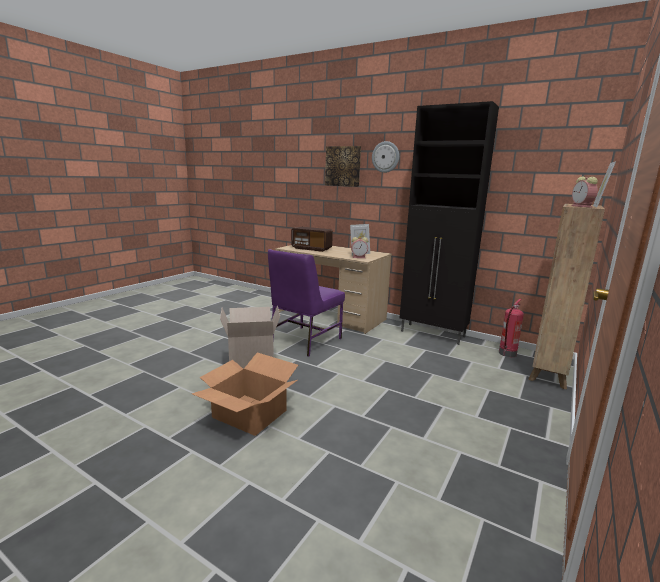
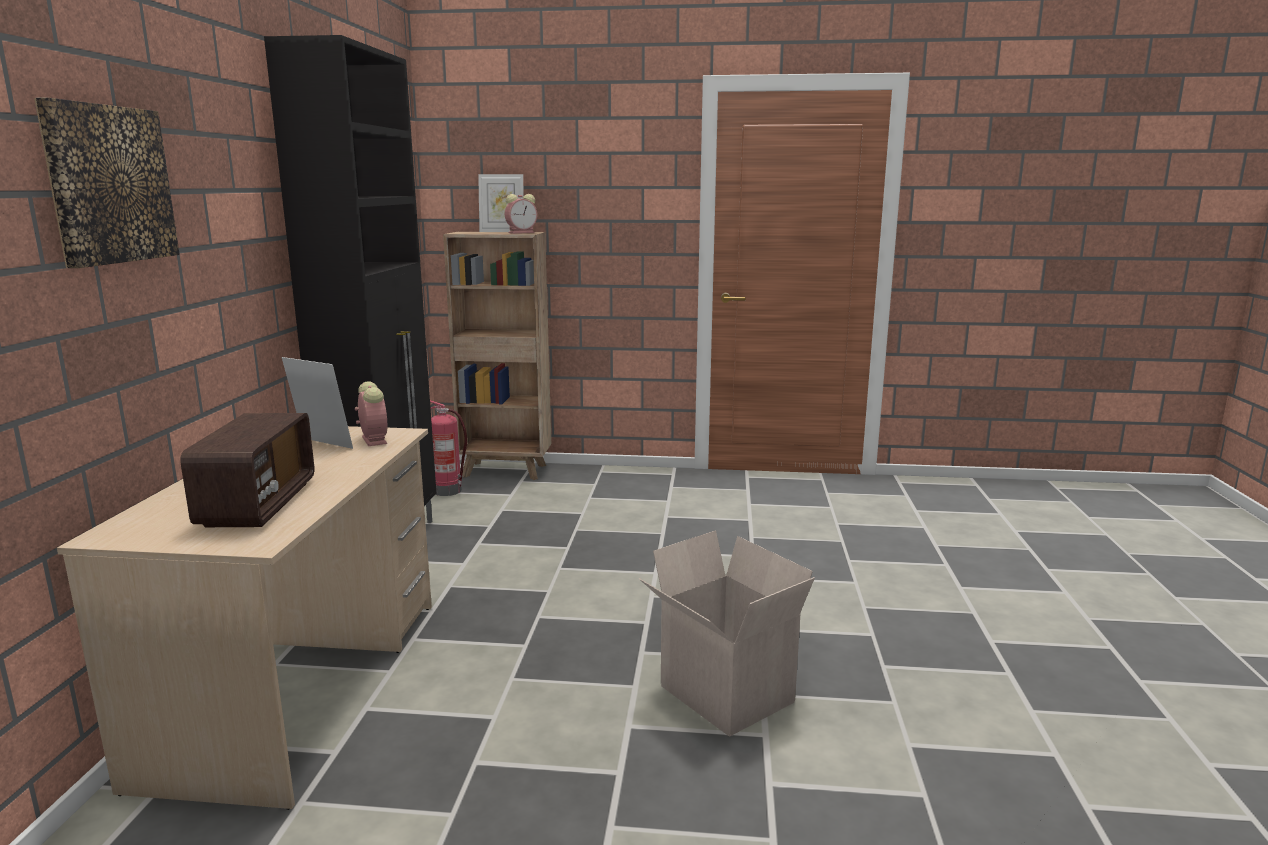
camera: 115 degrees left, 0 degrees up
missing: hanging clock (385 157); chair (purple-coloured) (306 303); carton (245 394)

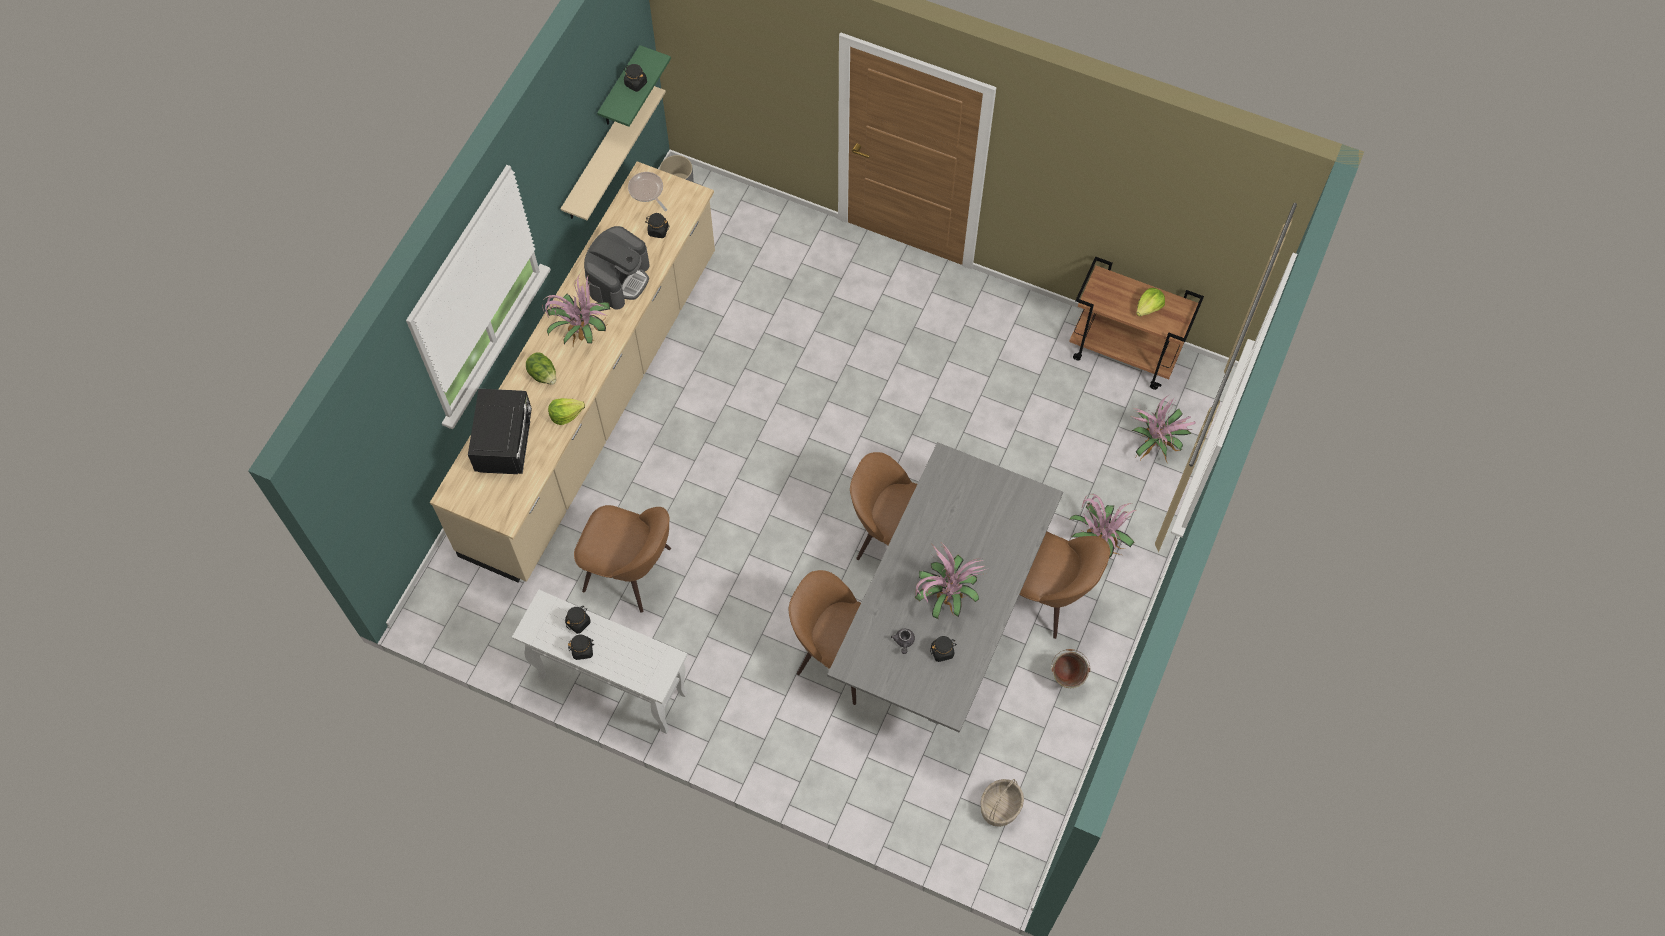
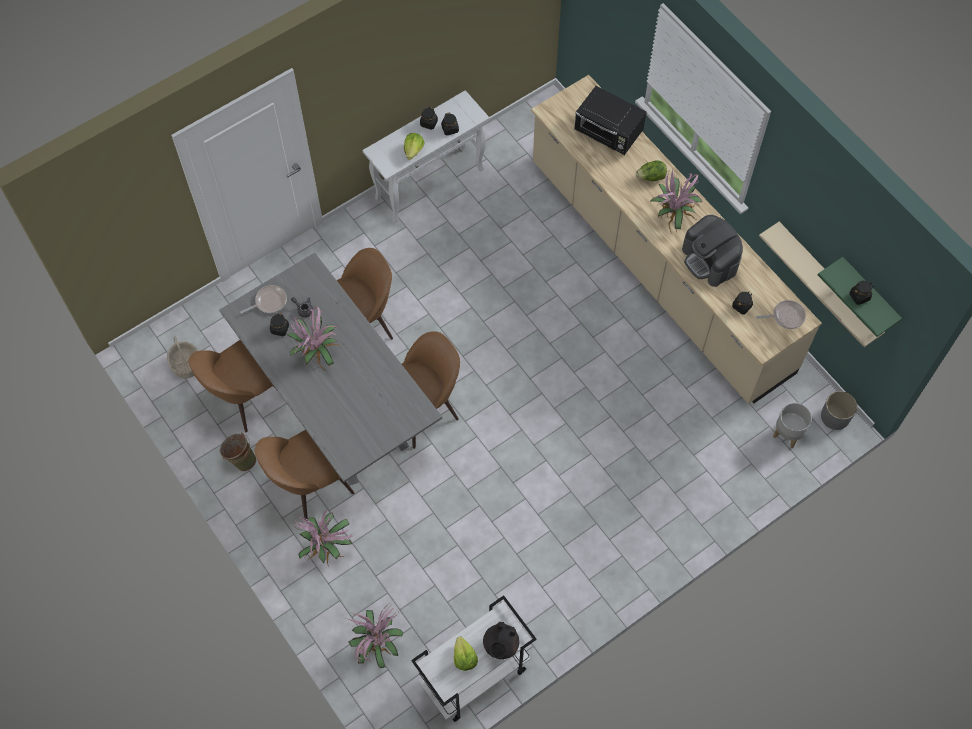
camera: 120 degrees right, 0 degrees up
appeared: frying pan (263 299); plant pot (grey) (792 425); tea pot (blackish) (501 640)
relocated: lettuce head (566 411) to (414 146); chair (brownish) (622 559) to (232 386)
colour: wheeled cart (brownish) (1136 323) to wheeled cart (whitish) (474 658)

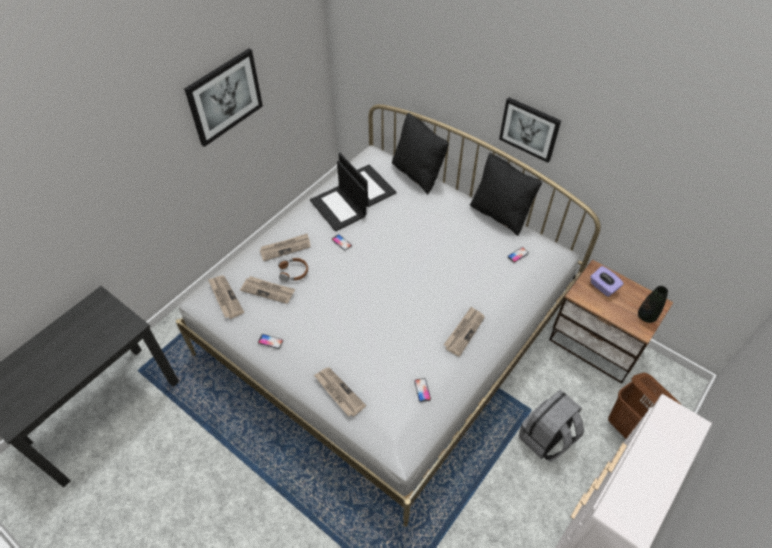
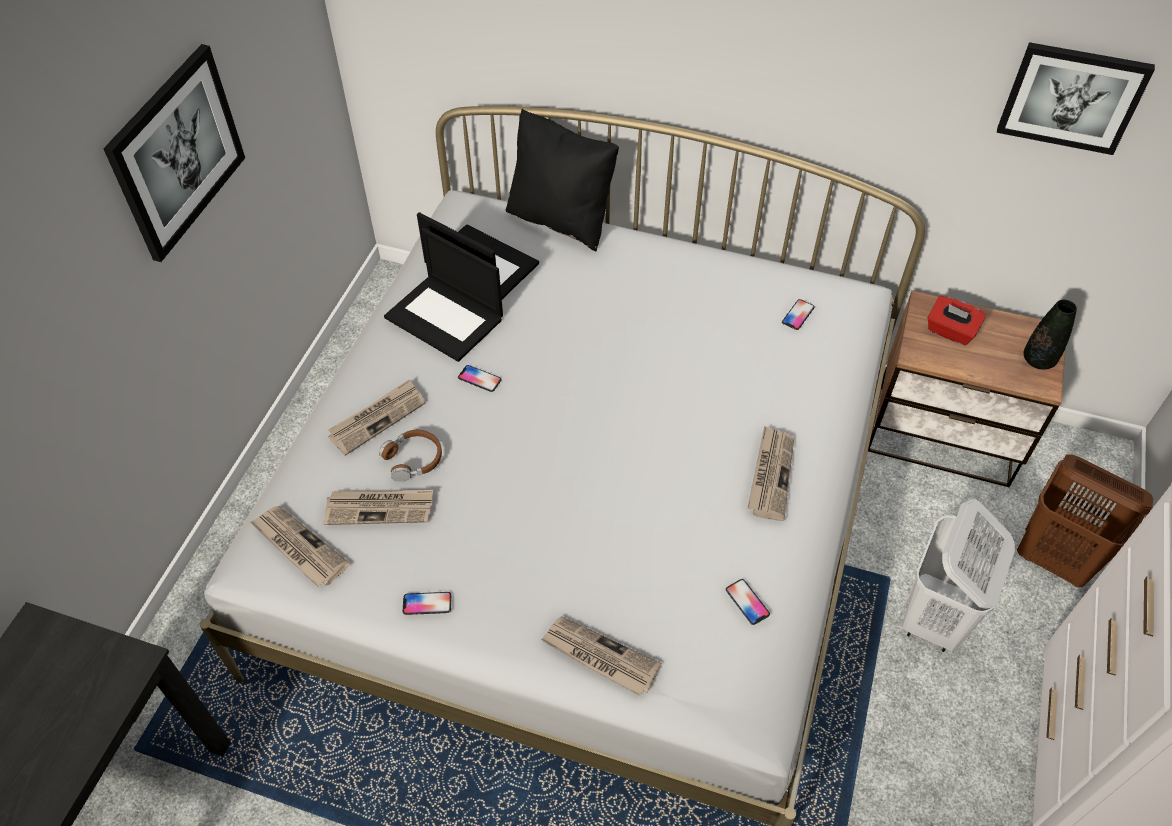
camera: 20 degrees left, 0 degrees up
missing: throw pillow (blackish) (506 194)
relocated: wall art (530 130) to (1076 98)
exchanged: backpack (grey) (551 425) to washing basket (whitish) (958 575)
colour: box of tissues (purple-coloured) (607 281) to box of tissues (reddish) (956 320)

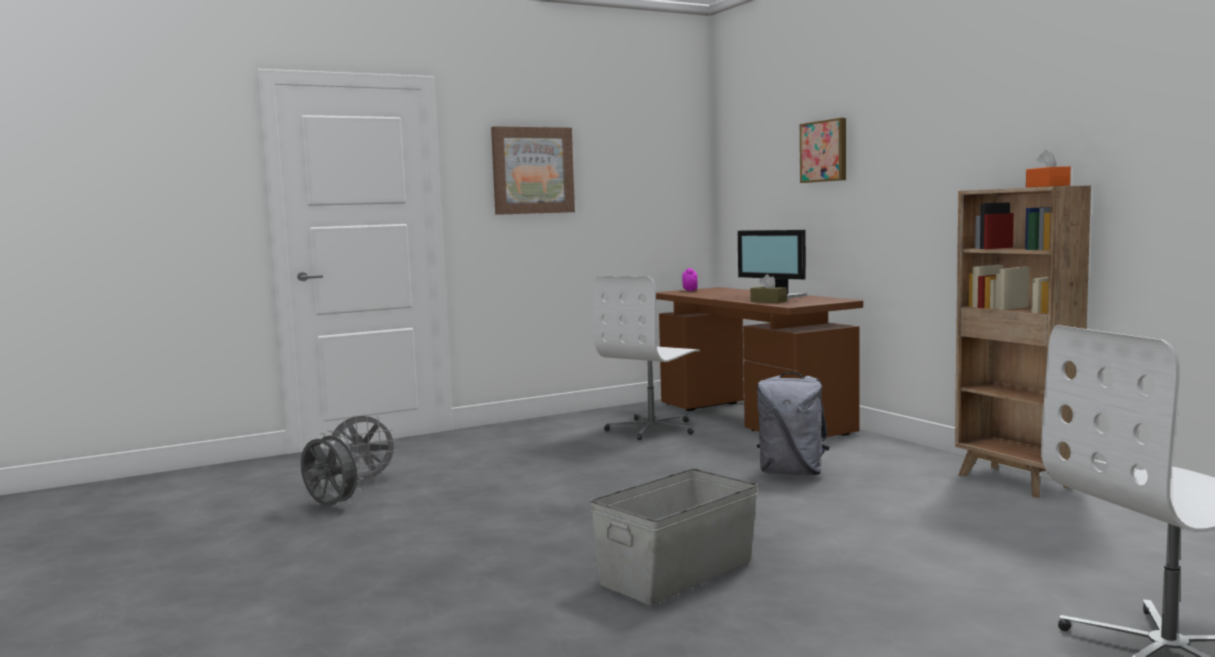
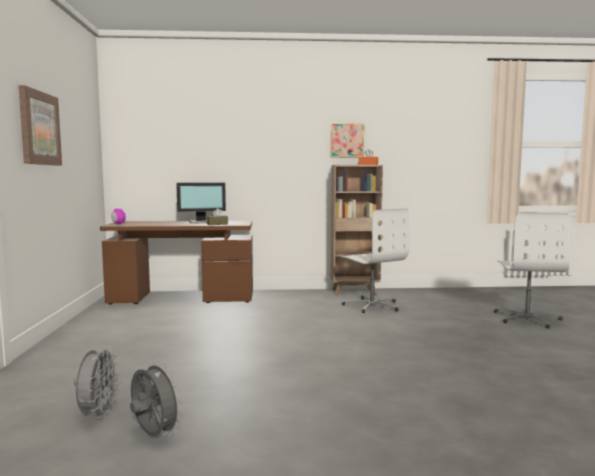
camera: 65 degrees left, 0 degrees up
missing: backpack (grey) (793 423); storage container (grey) (674 536)
relocated: wall art (823 150) to (347 140); office chair (whitish) (647 358) to (375 260)
spun: fan (grey) (332 468) = (156 398) 75 degrees clockwise

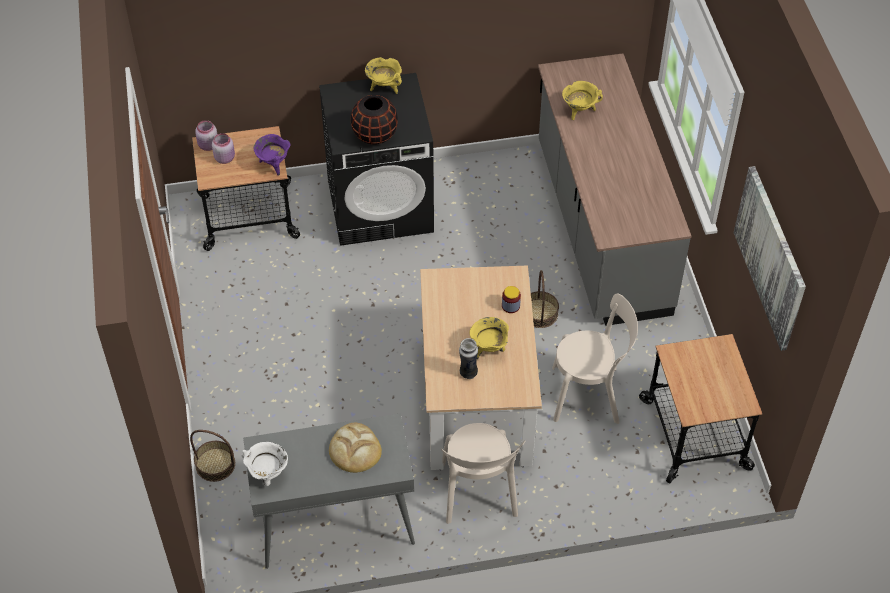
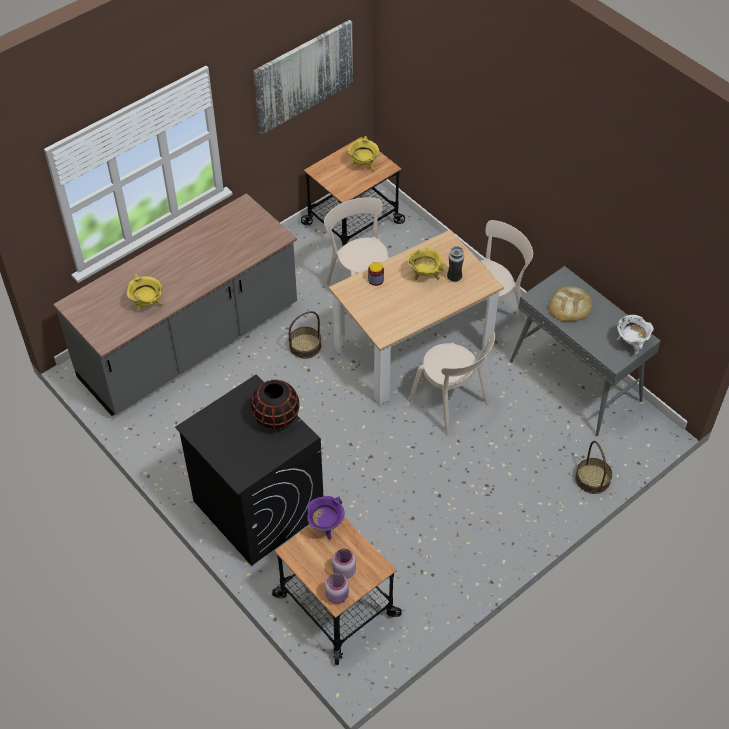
camera: 120 degrees left, 0 degrees up
appeared: chair (sand-coloured) (451 383)
relocated: cooking pot (yellow-coloured) (383 75) to (363 153)

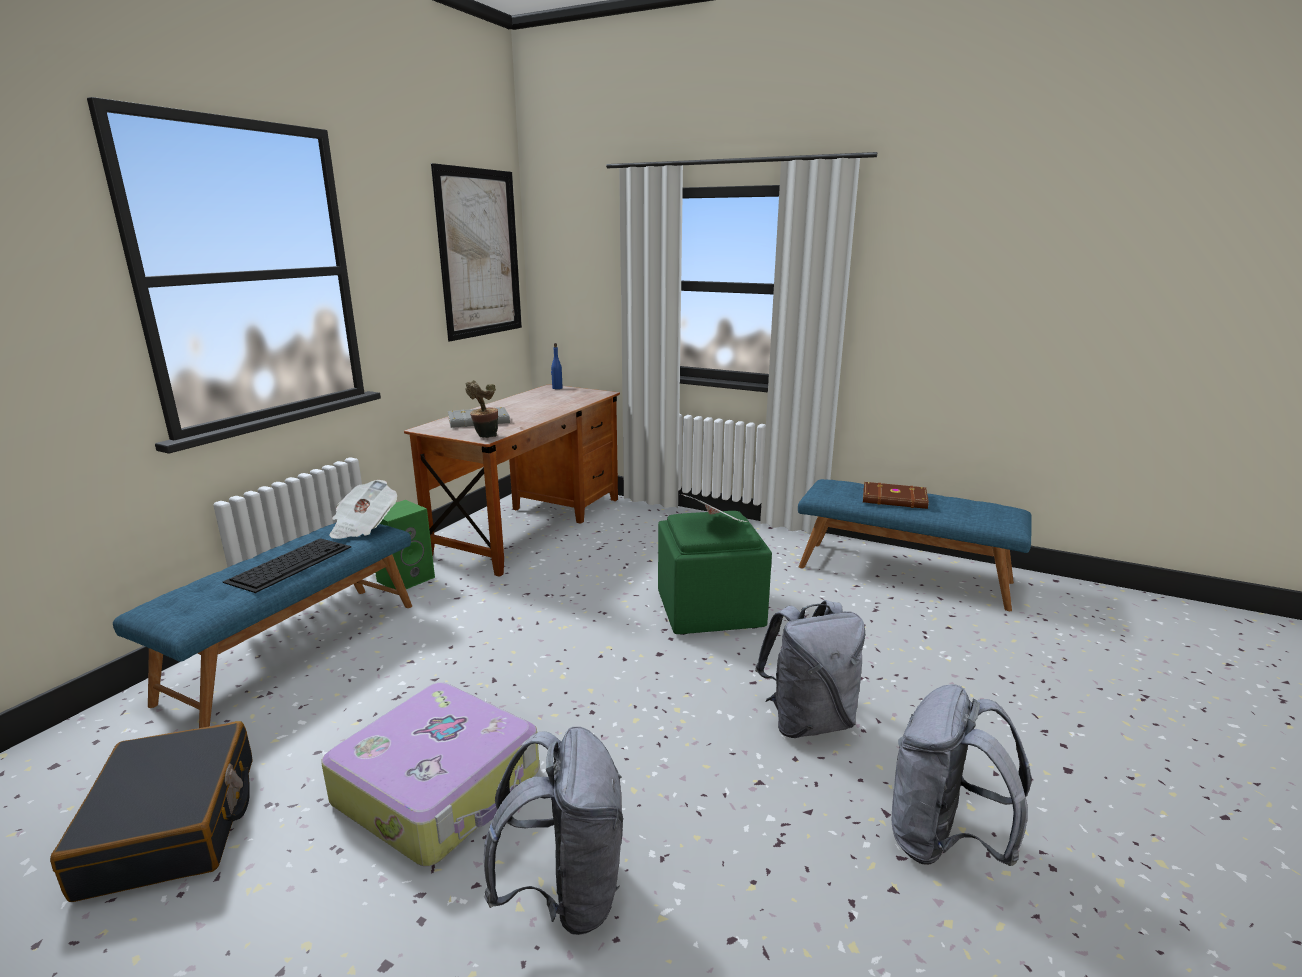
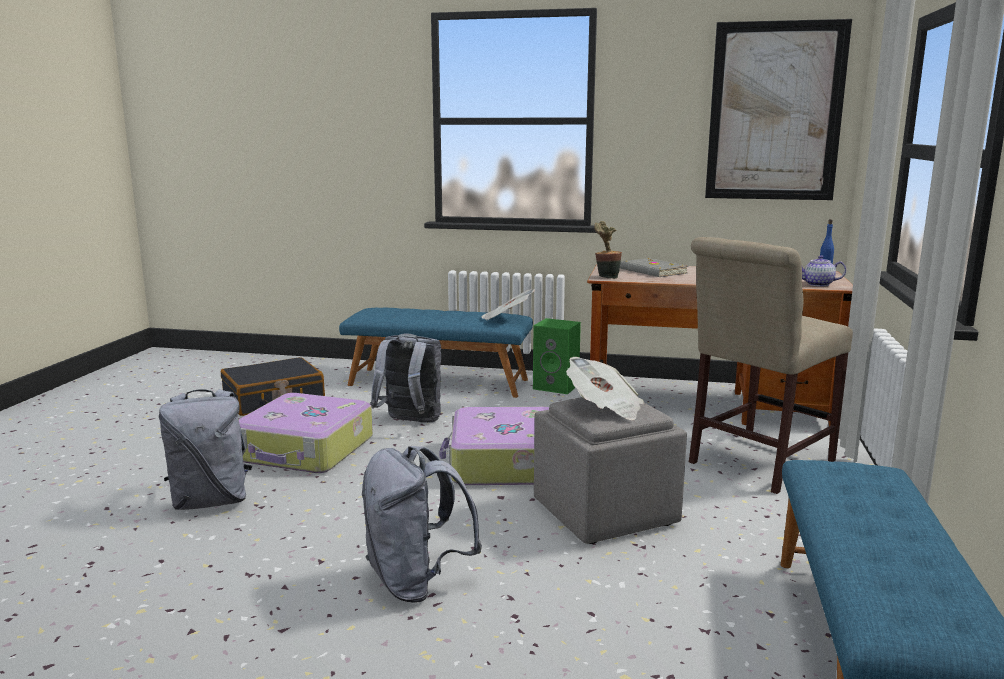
camera: 75 degrees right, 5 degrees down
missing: book (brownish) (896 495); keyboard (287 565)
appeared: chair (sand-coloured) (771 365); tea pot (824 270); suitcase (494 446)
relocated: backpack (grey) (962 775) to (405 378)
colour: footrest (greenish) (715 573) to footrest (grey) (610 470)

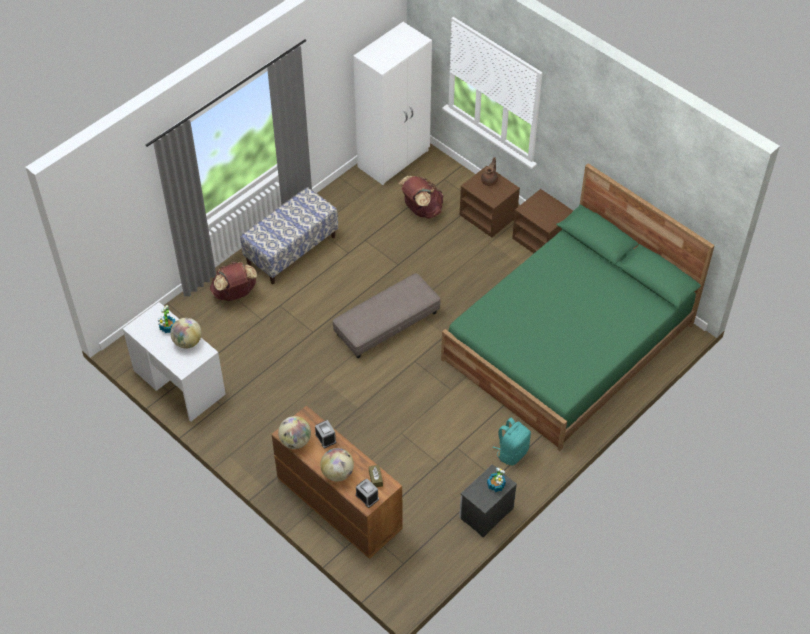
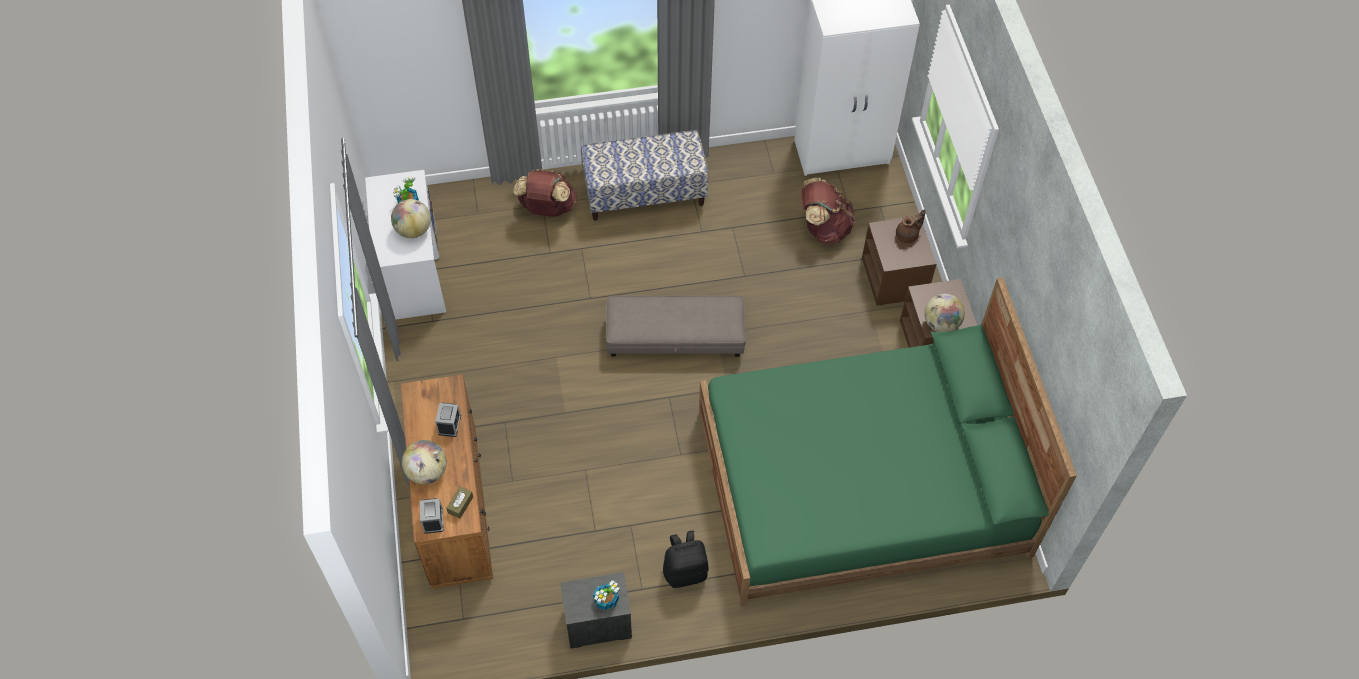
camera: 35 degrees right, 5 degrees up
relocated: world globe (294 432) to (944 313)
colour: backpack (turquoise-coloured) (512 441) to backpack (blackish) (686 559)

